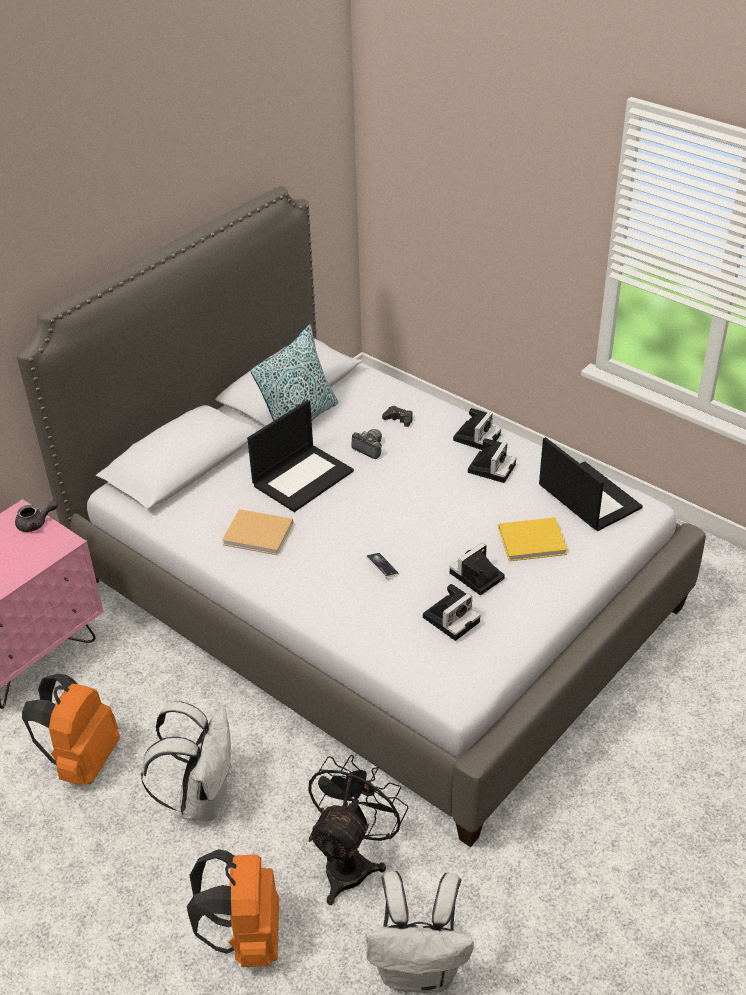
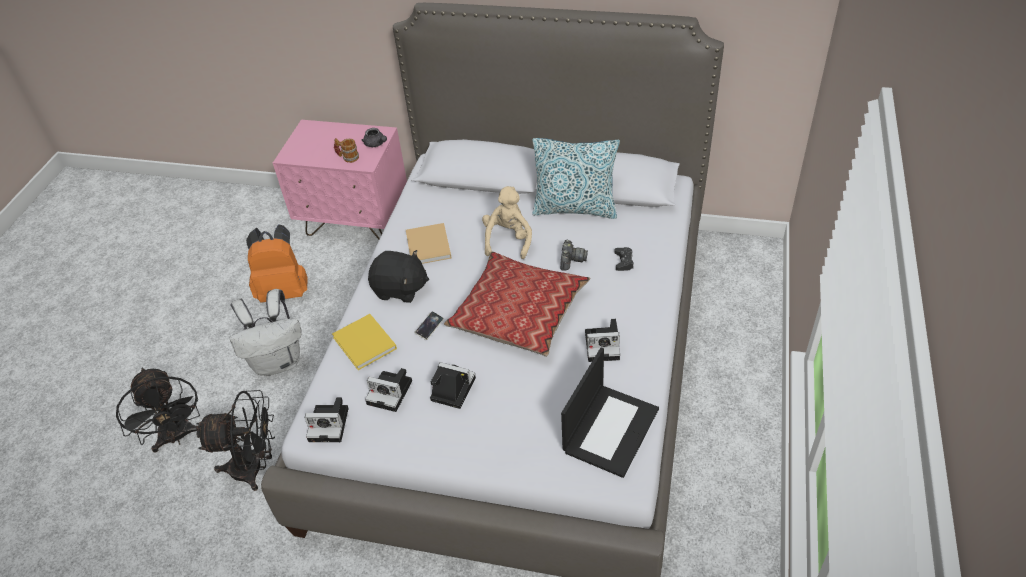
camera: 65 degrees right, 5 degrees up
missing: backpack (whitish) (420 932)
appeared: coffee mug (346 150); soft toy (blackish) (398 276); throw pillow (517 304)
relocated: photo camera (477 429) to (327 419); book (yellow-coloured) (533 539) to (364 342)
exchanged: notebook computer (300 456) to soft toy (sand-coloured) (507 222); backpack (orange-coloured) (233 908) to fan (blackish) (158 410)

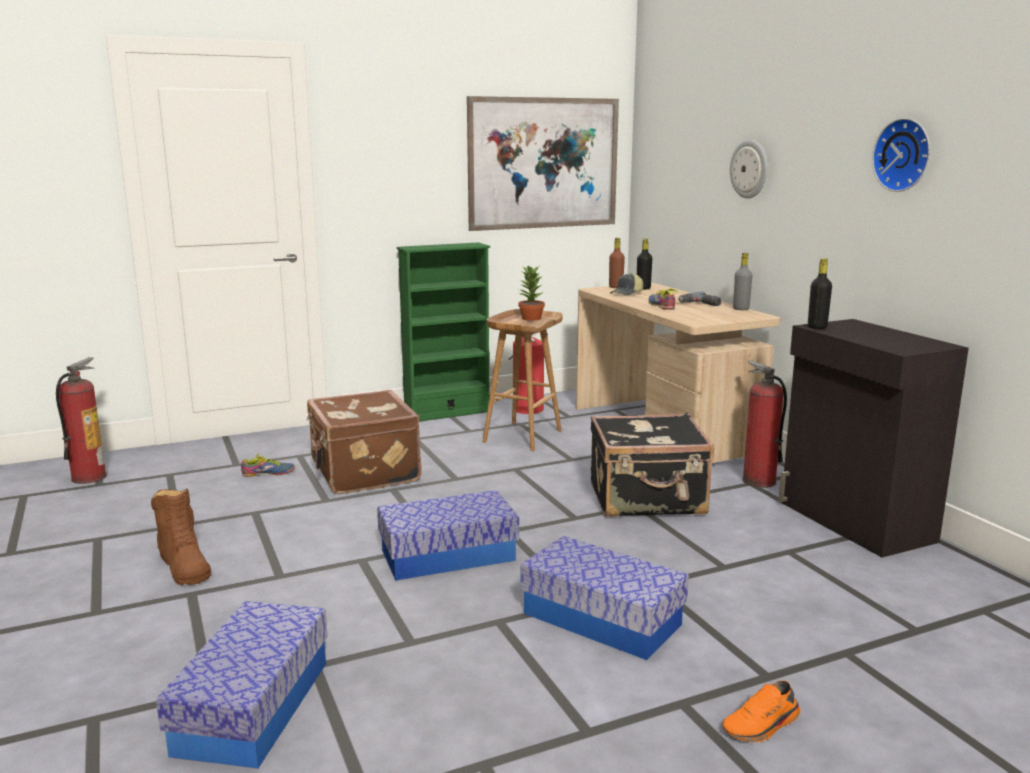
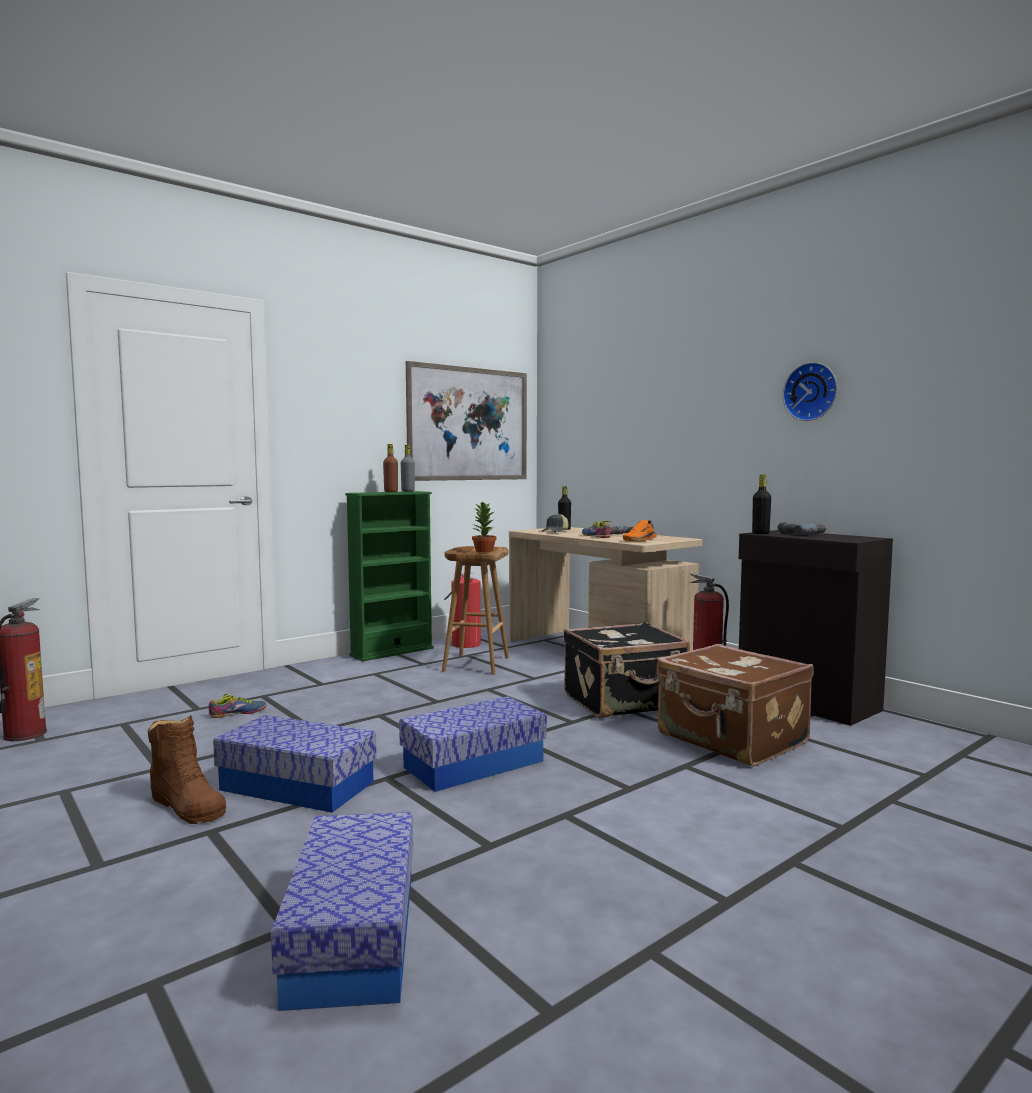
camera: 15 degrees left, 10 degrees down
missing: hanging clock (748 169)
appeared: electric drill (802 528)
relocated: beverage bottle (brownish) (617 263) to (390 468); beverage bottle (grey) (742 281) to (408 468); suitcase (brownish) (364 442) to (735 705); storage container (604 598) to (295 764); shoe (orange-coloured) (761 712) to (640 530)

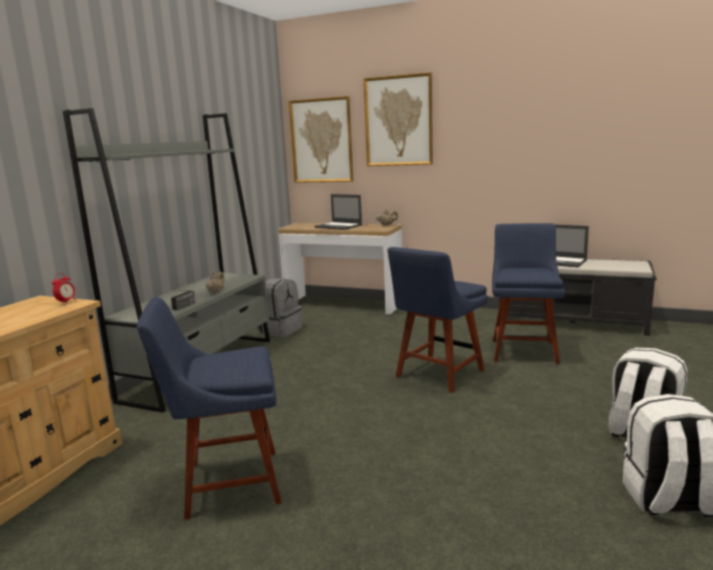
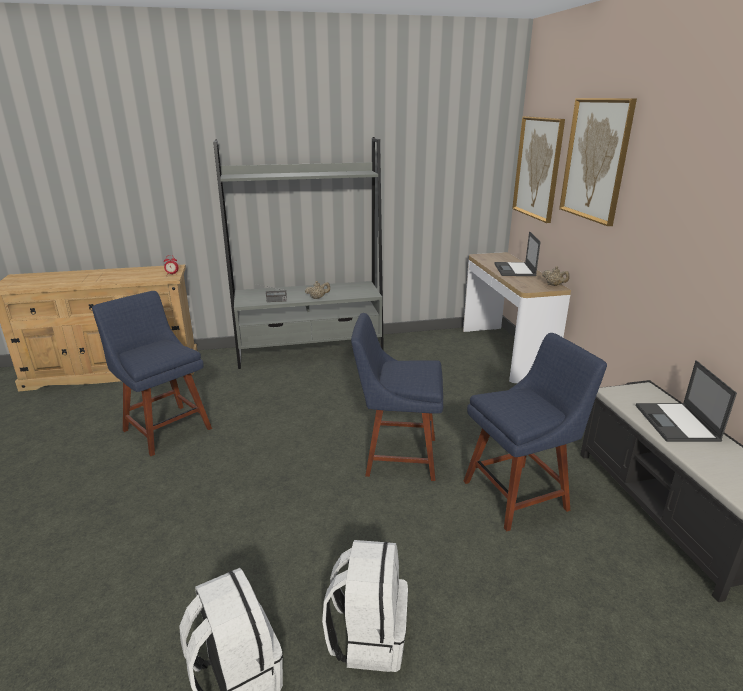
camera: 55 degrees right, 10 degrees up
missing: backpack (grey) (279 307)

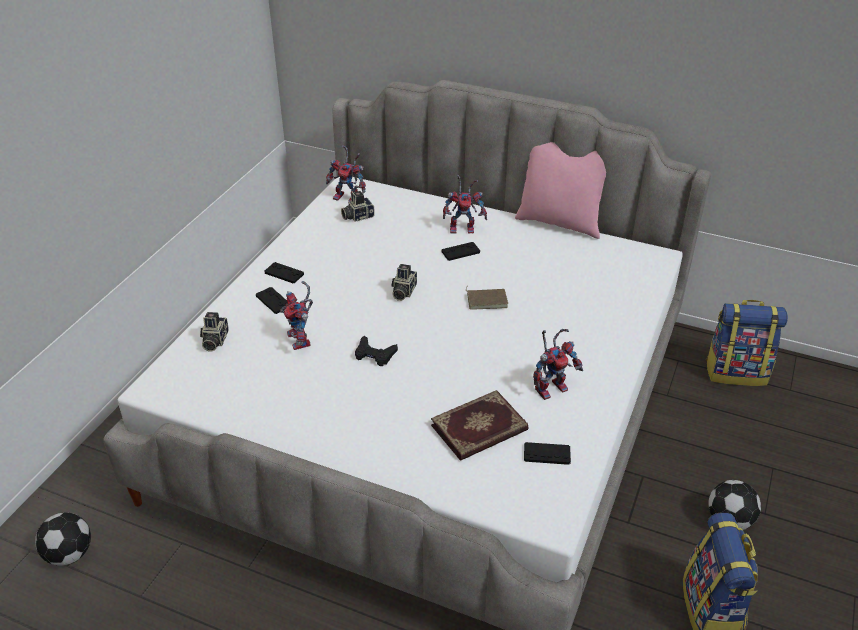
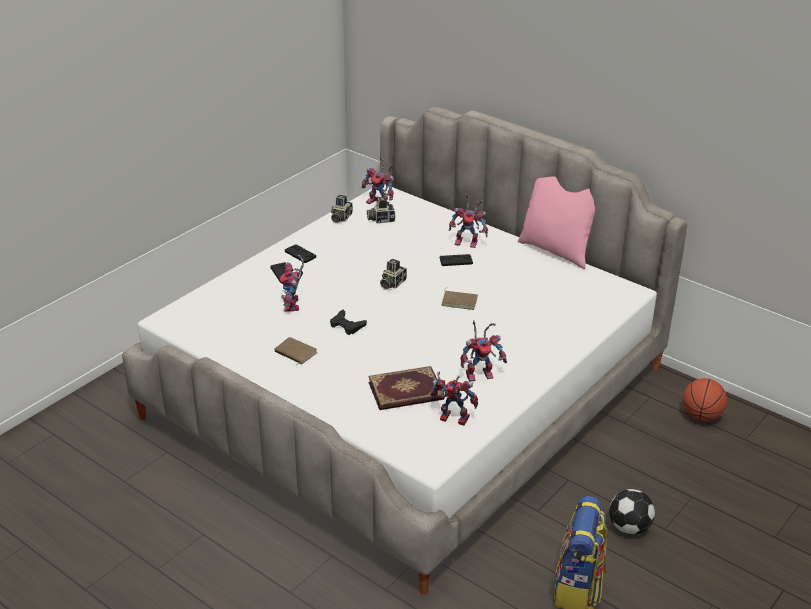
camera: 15 degrees right, 5 degrees down
missing: football (63 539)
appeared: book (brownish) (295 351)
relocated: photo camera (214 331) to (342 209)
exchanged: backpack (747 343) to ball for basketball (705 399); joypad (blackish) (547 453) to toy robot (454 399)

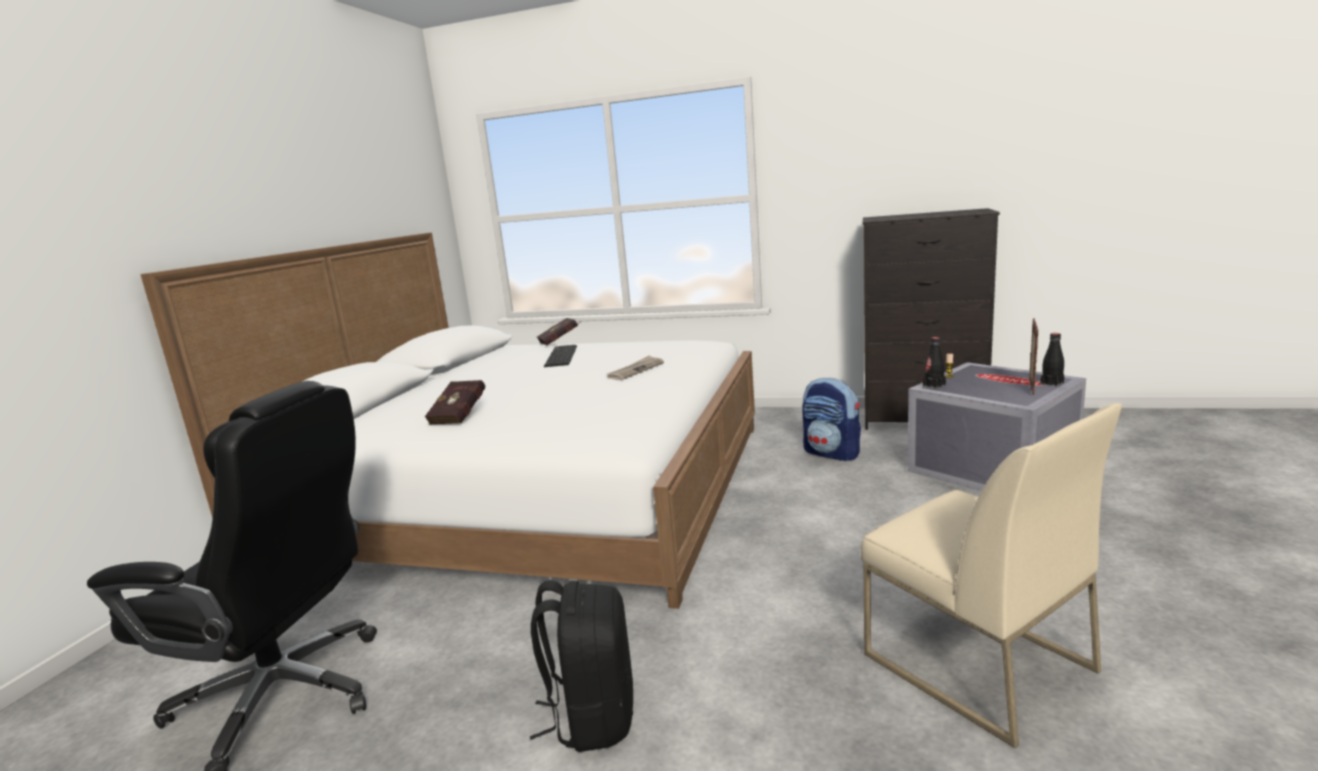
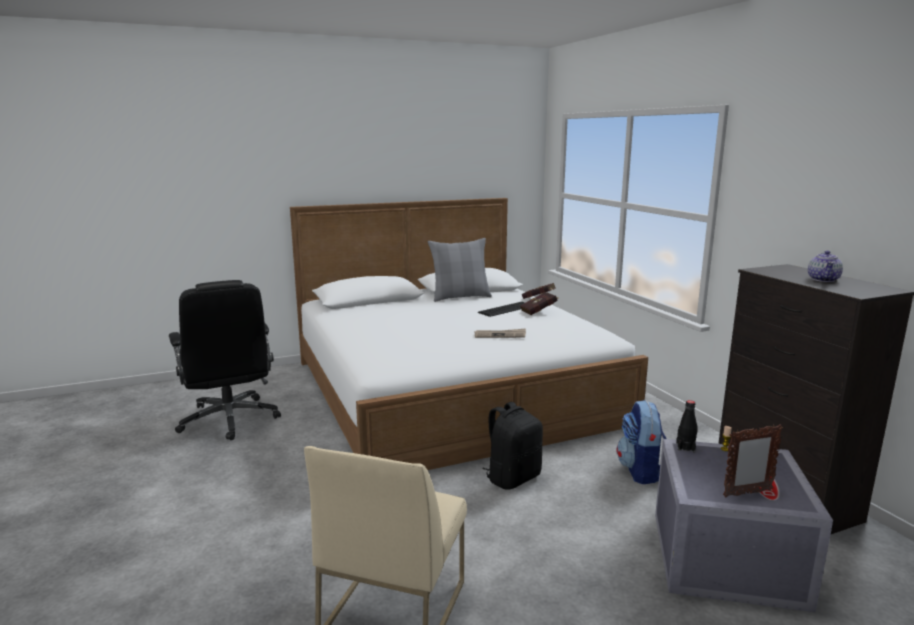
camera: 50 degrees right, 0 degrees up
missing: beverage bottle (blackish) (1052 360)
appeared: throw pillow (grey) (460 270); tea pot (825 266)
relocated: book (reddish) (455 402) to (539 303); backpack (blackish) (581 666) to (512 446)

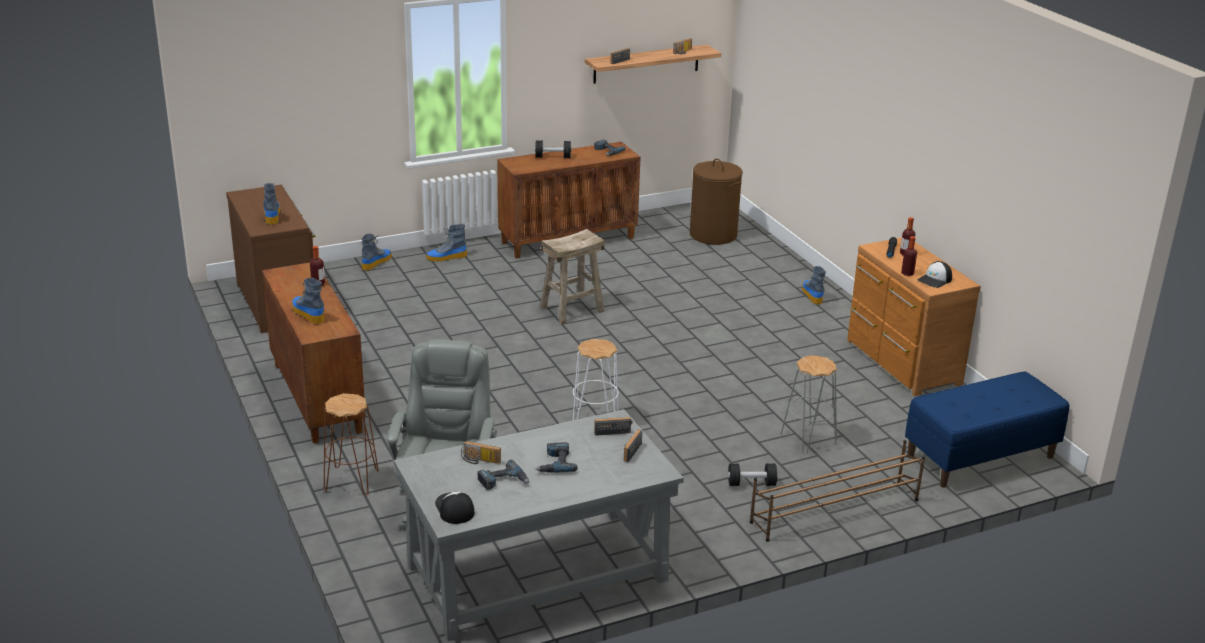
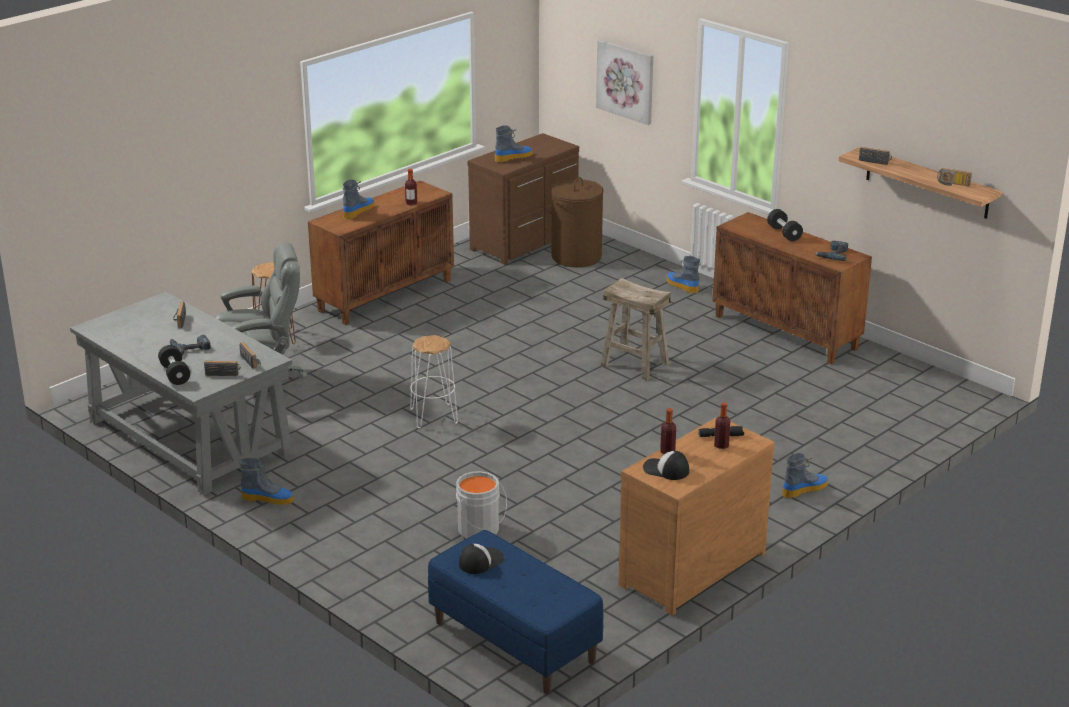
camera: 70 degrees right, 0 degrees up
missing: shoe shelf (brownish) (837 491); electric drill (503 475)
appeared: wall art (624 82)
relocated: washing basket (brownish) (716 202) to (577 222); high-top boot (376 252) to (266 481); hand weight (blackish) (752 474) to (174 365); peaked cap (454 508) to (481 559)
exchanged: sitting stool (grey) (809 404) to water bucket (grey) (481 505)

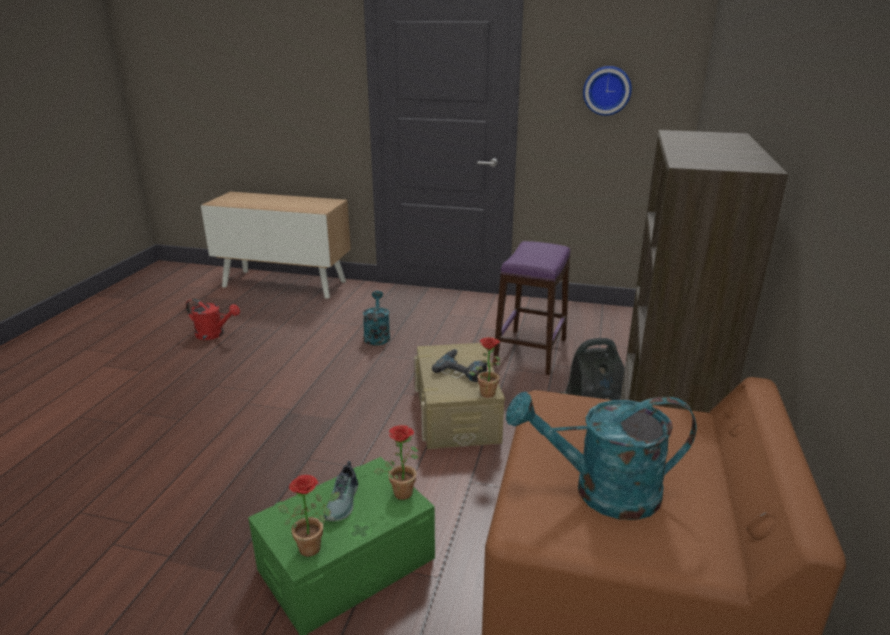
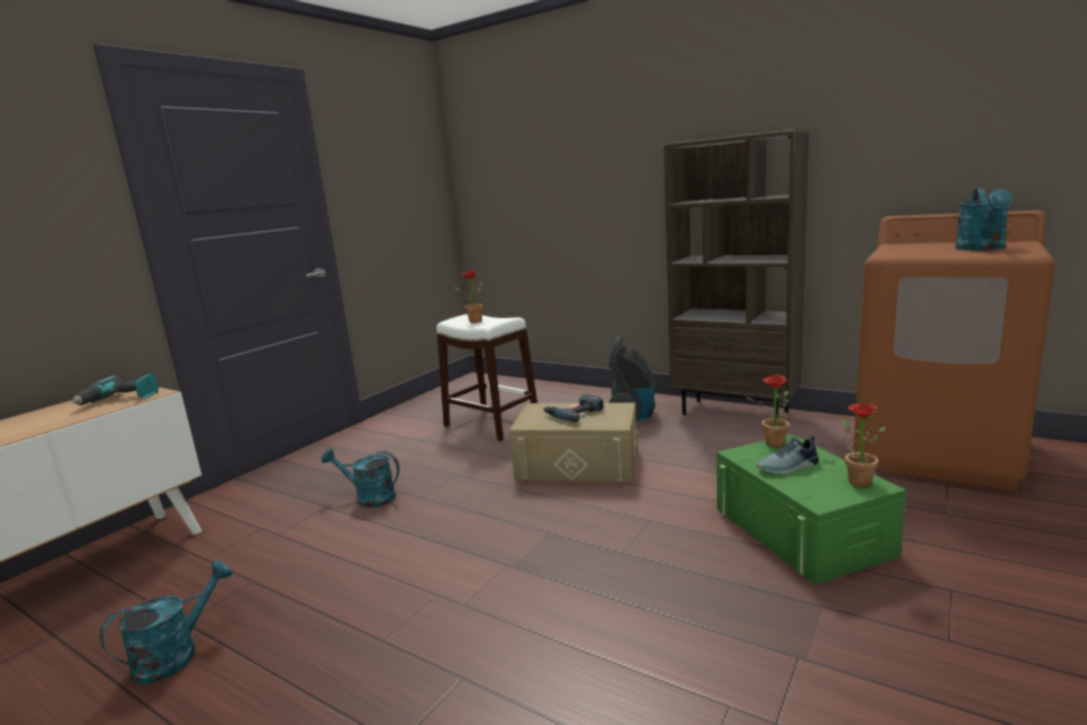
camera: 70 degrees left, 10 degrees down
missing: hanging clock (607 91)
appeared: electric drill (115 389)
relocated: plant in a pot (485 367) to (468 296)
colour: sitting stool (purple-coloured) (531 308) to sitting stool (whitish) (486 377); watering pot (reddish) (213 319) to watering pot (turquoise-coloured) (166 622)
spun: shoe (341 491) = (788 455) 135 degrees clockwise

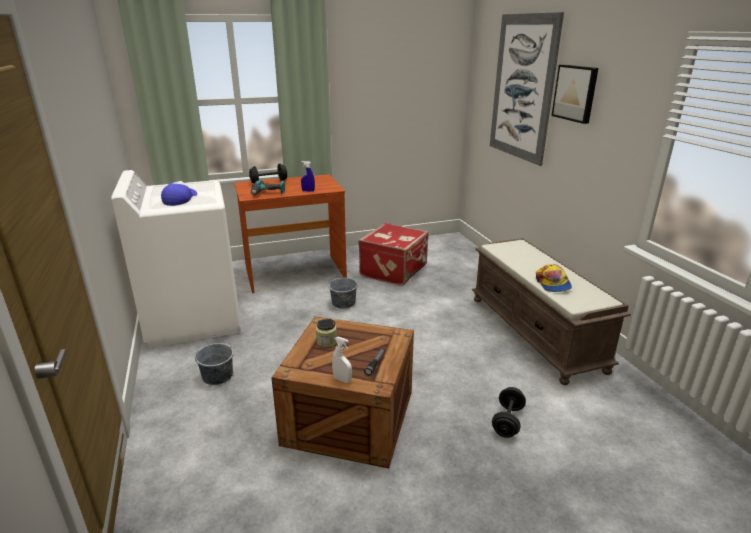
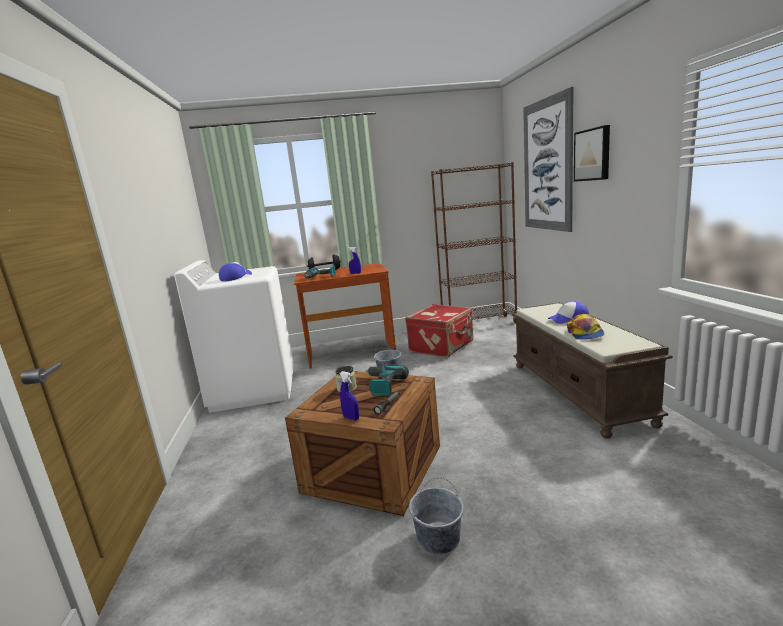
camera: 10 degrees right, 10 degrees down
missing: hand weight (blackish) (509 412)
appeared: shelving unit (brownish) (474 242); peaked cap (568 313); electric drill (387 380)
relocated: water bucket (grey) (214 360) to (436 516)
colour: hand sprayer (whitish) (342 360) to hand sprayer (blue-coloured) (349 396)

